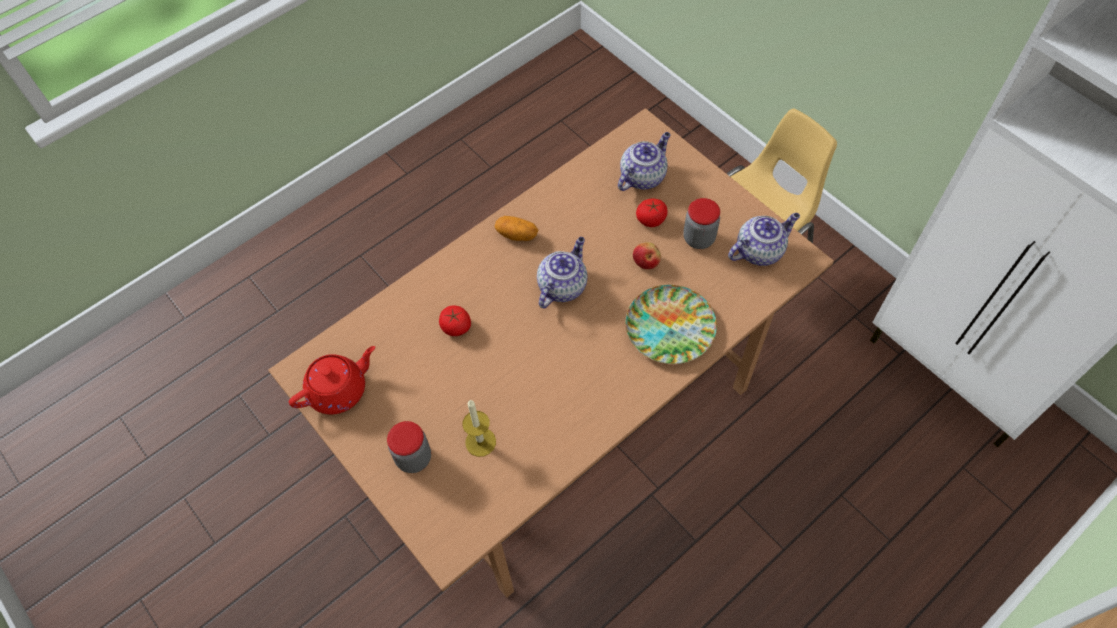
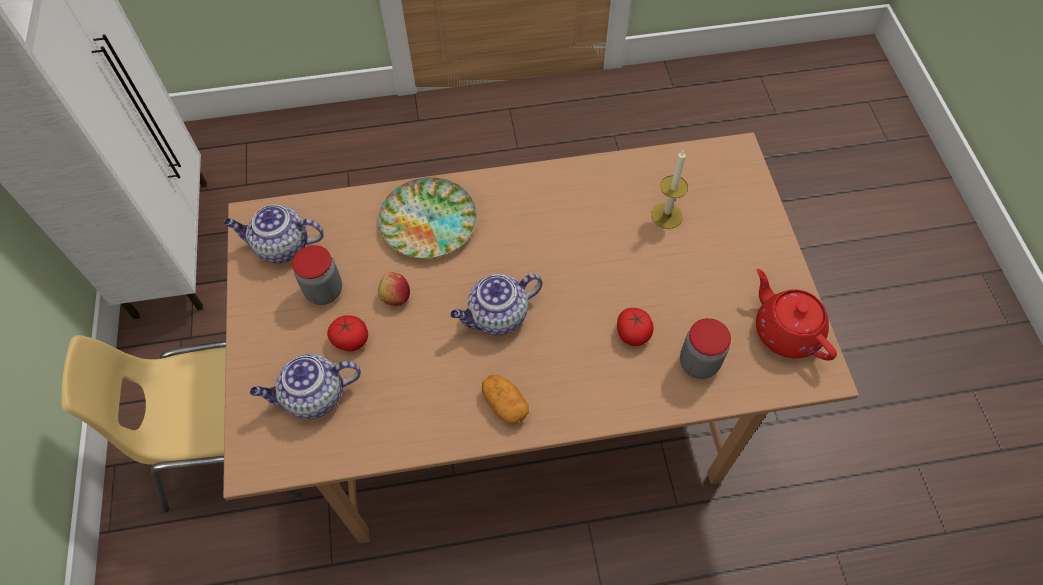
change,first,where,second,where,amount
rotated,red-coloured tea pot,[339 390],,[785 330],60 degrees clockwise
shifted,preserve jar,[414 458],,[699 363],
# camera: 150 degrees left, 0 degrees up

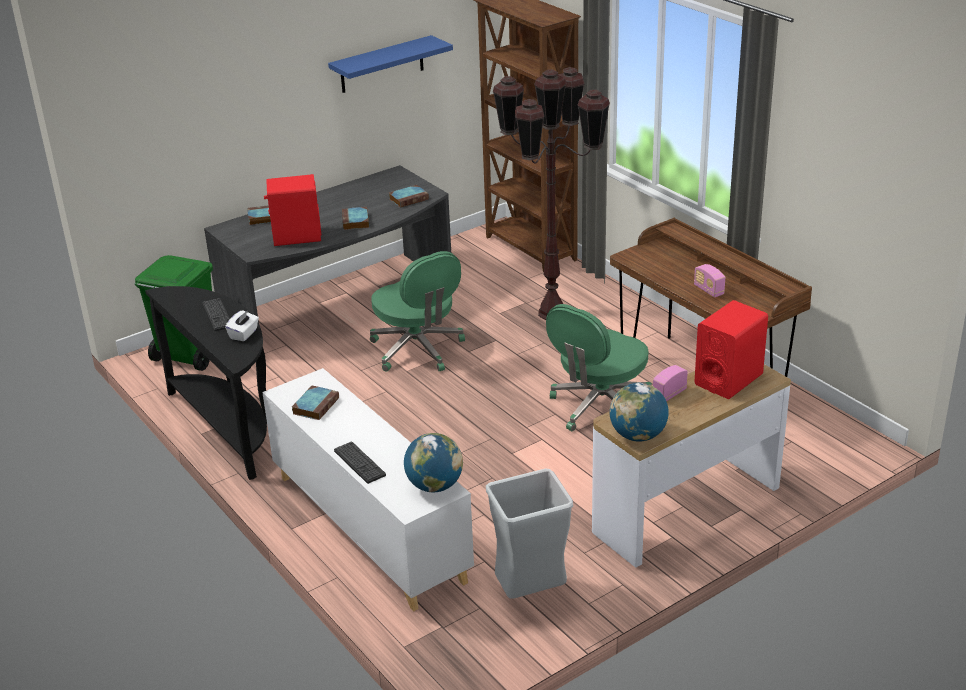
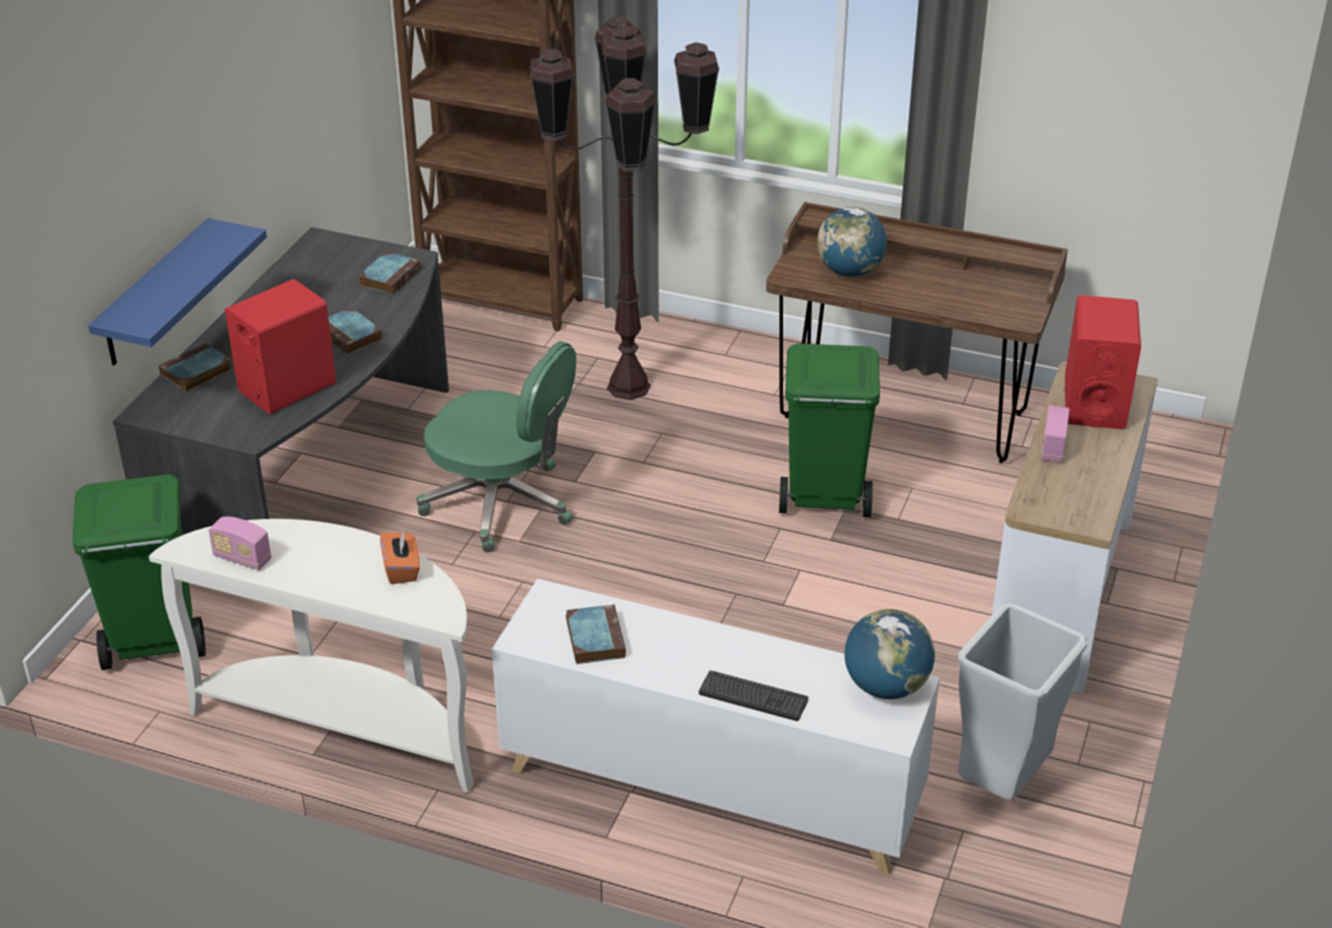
change,first,where,second,where,amount
repainted,black-coloured hall table,[230 426],whitish hall table,[346 724],
gone,PC keyboard,[217 315],,,
repainted,whitish box of tissues,[244 334],orange-coloured box of tissues,[402 569],
shifted,blue wall shelf,[382 64],,[155 294],
swapped,greenish desk chair,[599 406],greenish rubbish bin,[823 497],
shifted,desk globe,[638 436],,[850 271],
shifted,radio receiver,[708 290],,[242 558],
# camera: 35 degrees left, 5 degrees up

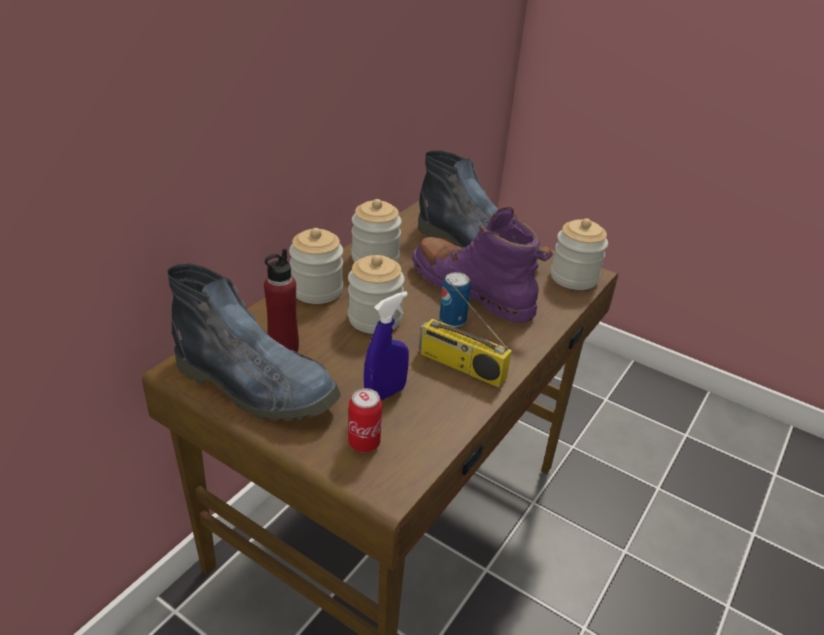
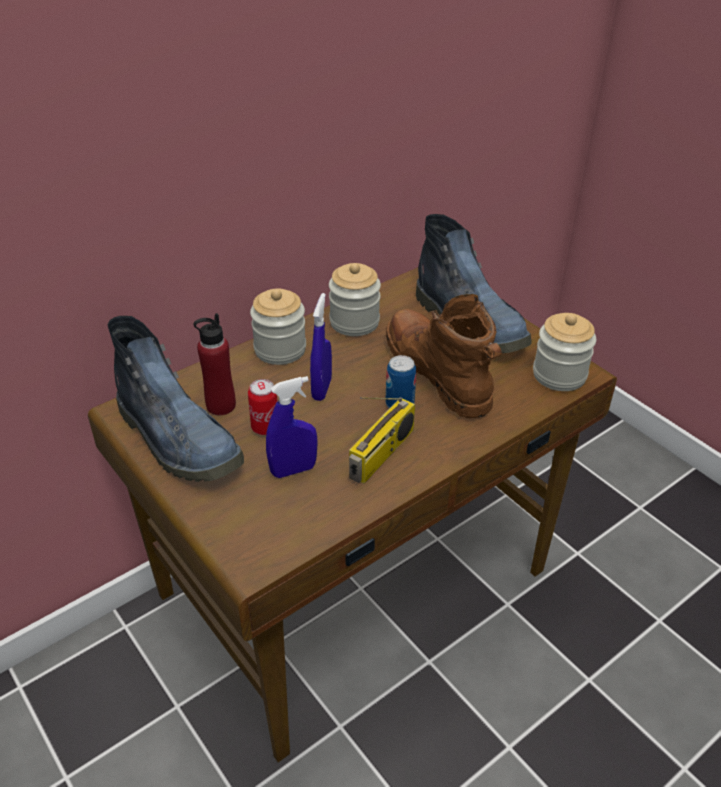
change,first,where,second,where,amount
swapped,preserve jar,[374 319],blue sprayer,[321 389],
shifted,metal can,[364 443],,[265 427],
repainted,purple-coloured boot,[472 290],brownish boot,[438 373],
rotated,radio receiver,[460 366],,[382 454],105 degrees counterclockwise
# camera: 20 degrees right, 5 degrees up

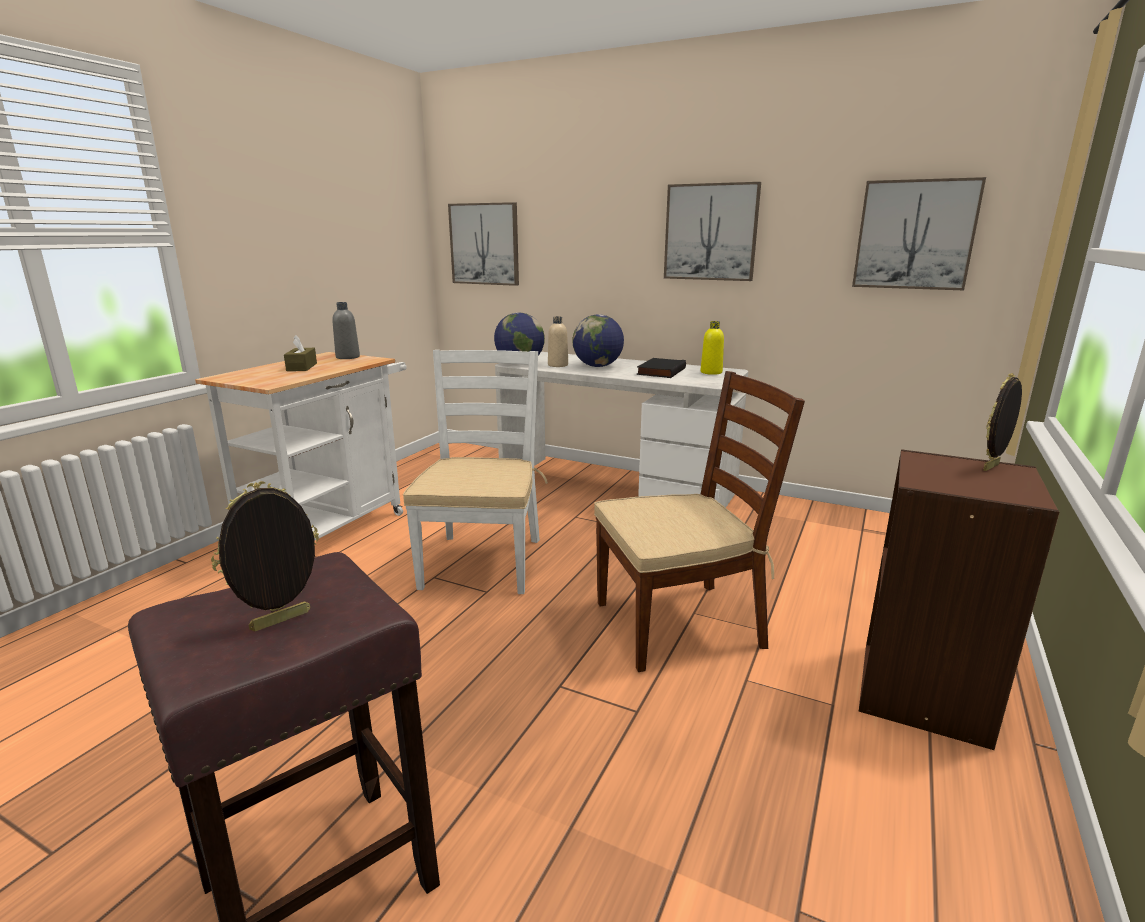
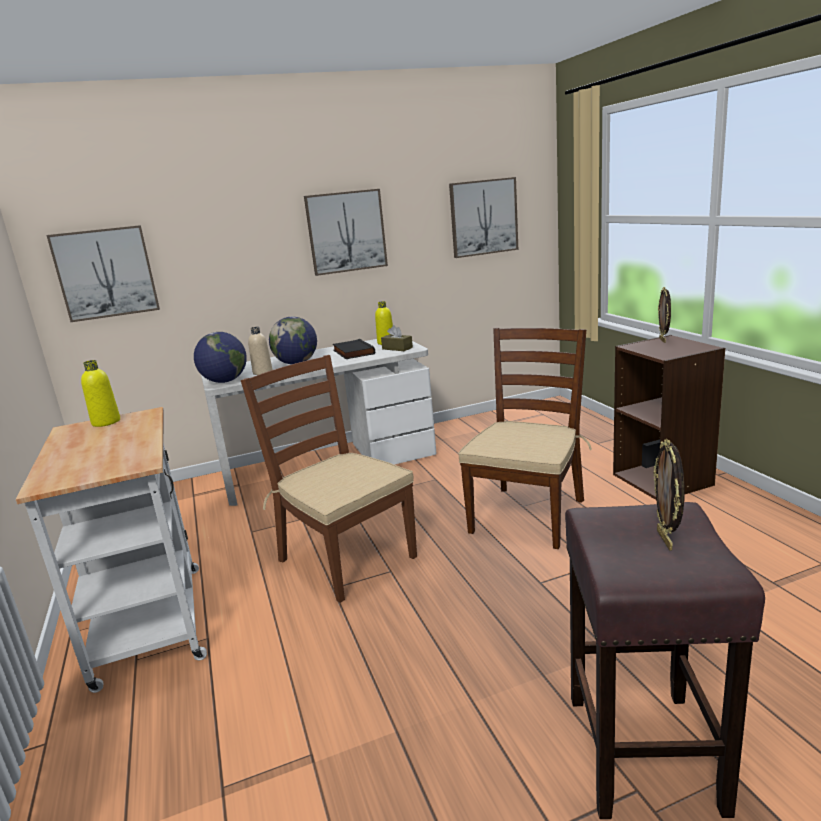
change,first,where,second,where,amount
shifted,brownish box of tissues,[302 367],,[397 348],
repainted,grey bottle,[348 357],yellow bottle,[106 422],
repainted,whitish chair,[482 562],brownish chair,[345 558],
# camera: 45 degrees left, 0 degrees up

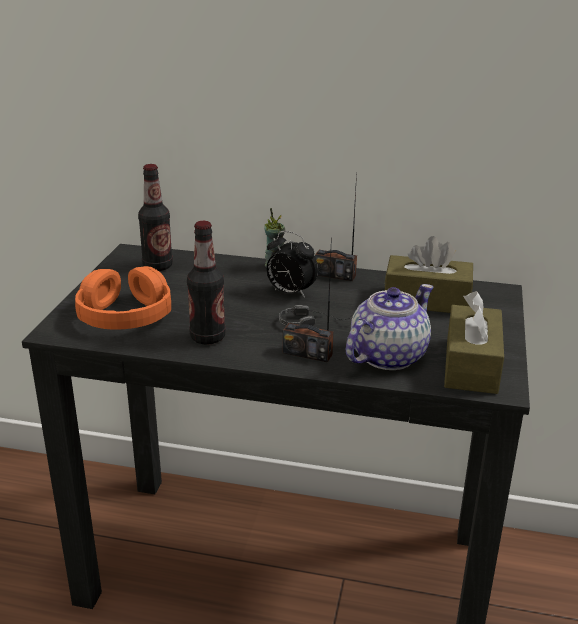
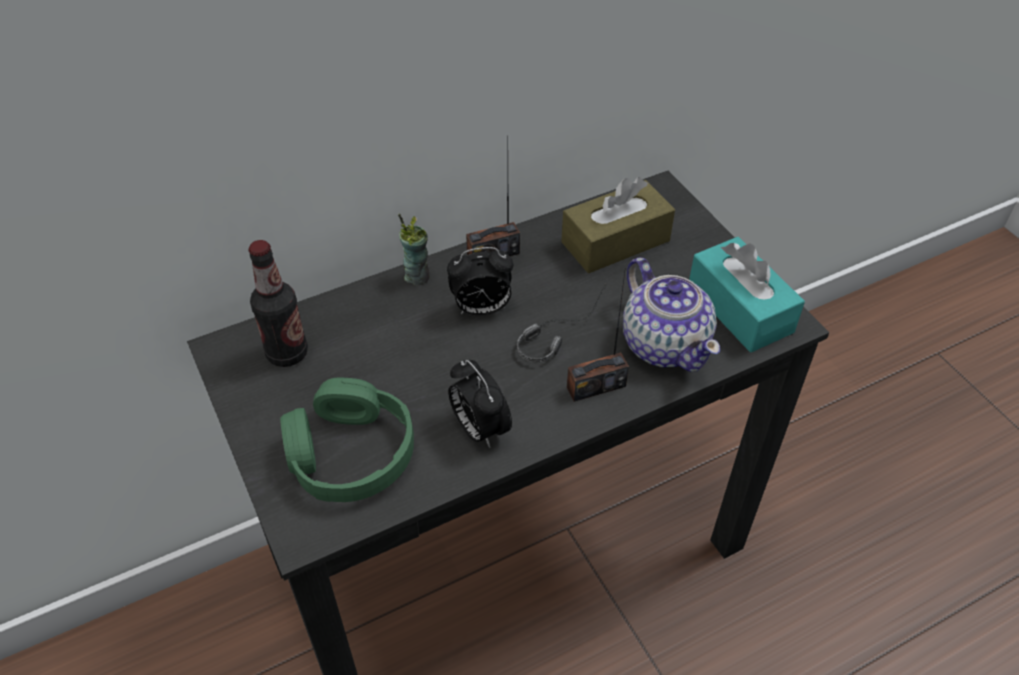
change,first,where,second,where,amount
repainted,orange-coloured headset,[125 314],greenish headset,[350 454],
swapped,bottle,[207 337],table clock,[479 429],
rotated,tea pot,[386 356],,[665 343],150 degrees clockwise
repainted,brownish box of tissues,[471 365],turquoise-coloured box of tissues,[739 309],
# camera: 40 degrees left, 20 degrees up

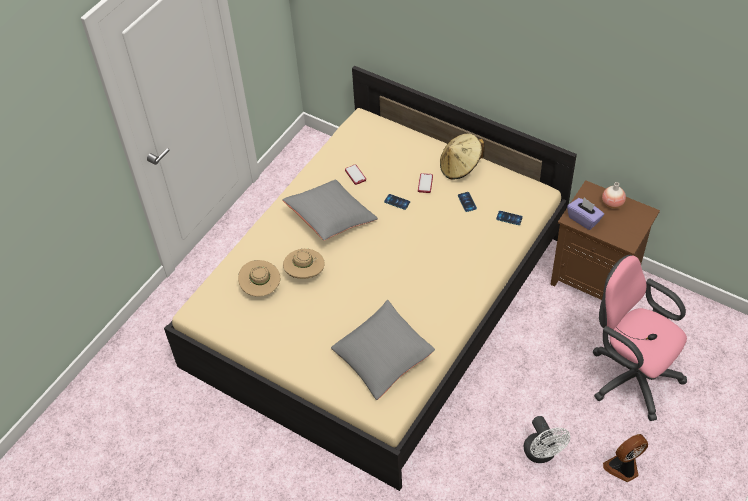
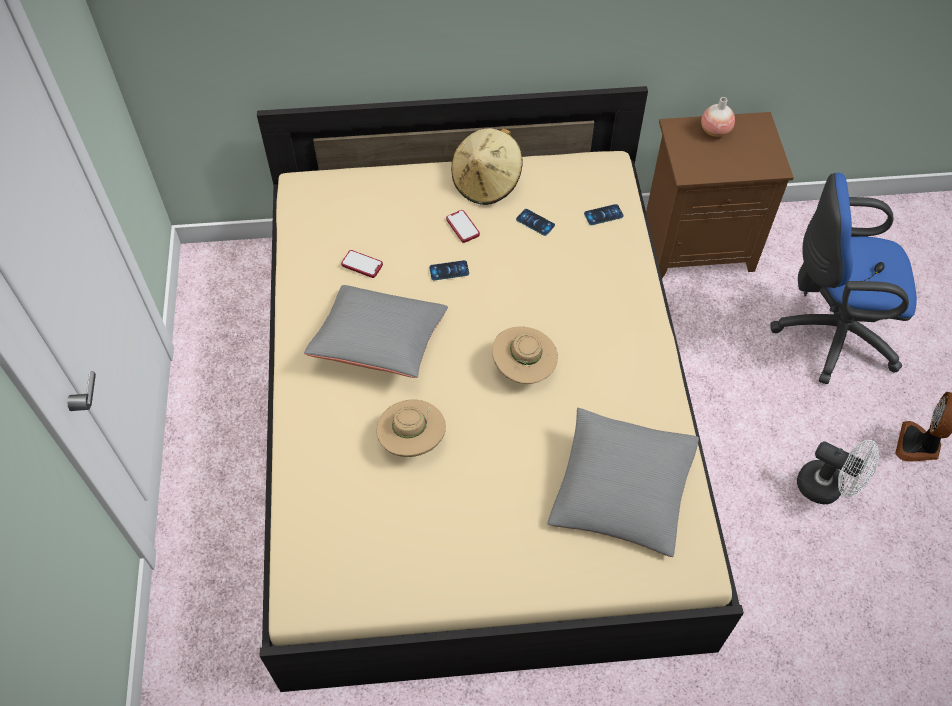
change,first,where,second,where,amount
shifted,beige-coloured hat,[261 288],,[524 368],
gone,purple-coloured box of tissues,[584 219],,,
repainted,pinkish desk chair,[629 375],blue desk chair,[828 333],
# camera: 40 degrees left, 5 degrees up

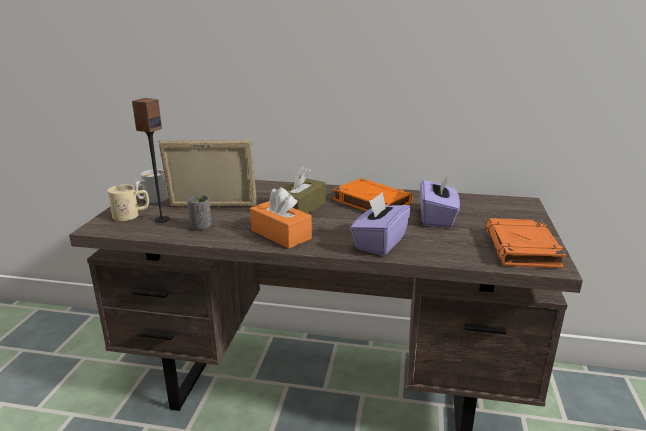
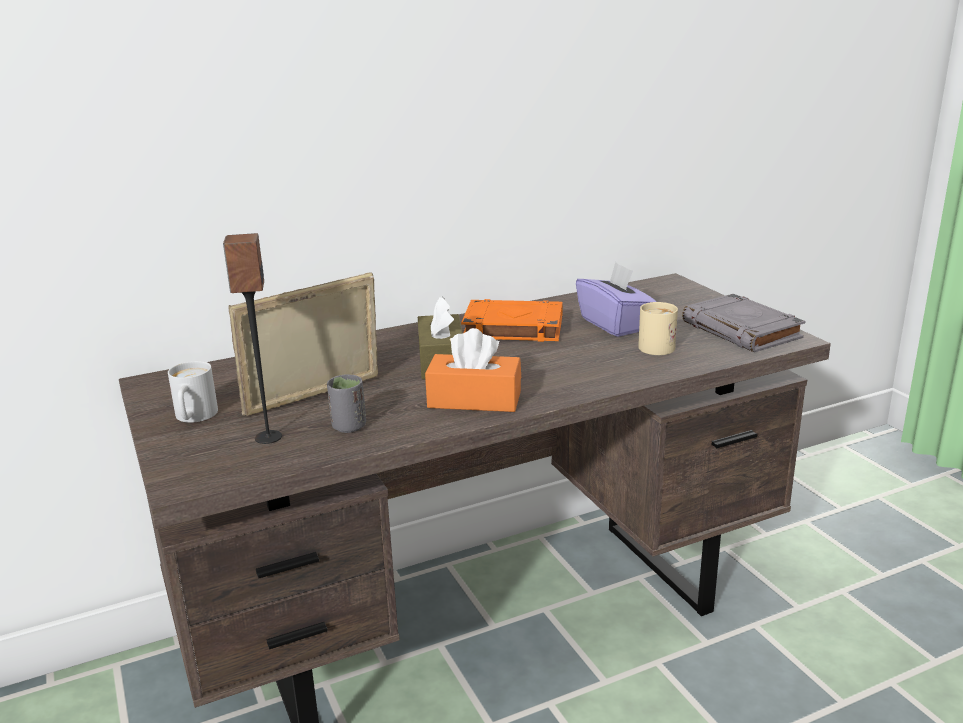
change,first,where,second,where,amount
shifted,beige-coloured coffee mug,[132 215],,[660 345],
gone,purple-coloured box of tissues,[379 243],,,
repainted,orange-coloured book,[522 249],grey book,[742 331],
# camera: 35 degrees left, 0 degrees up

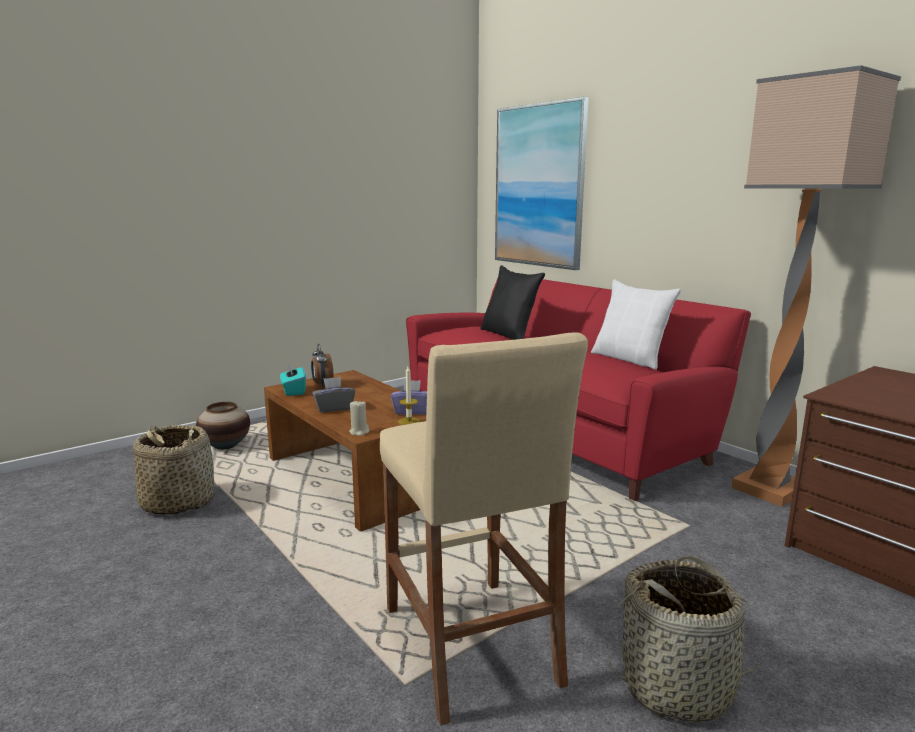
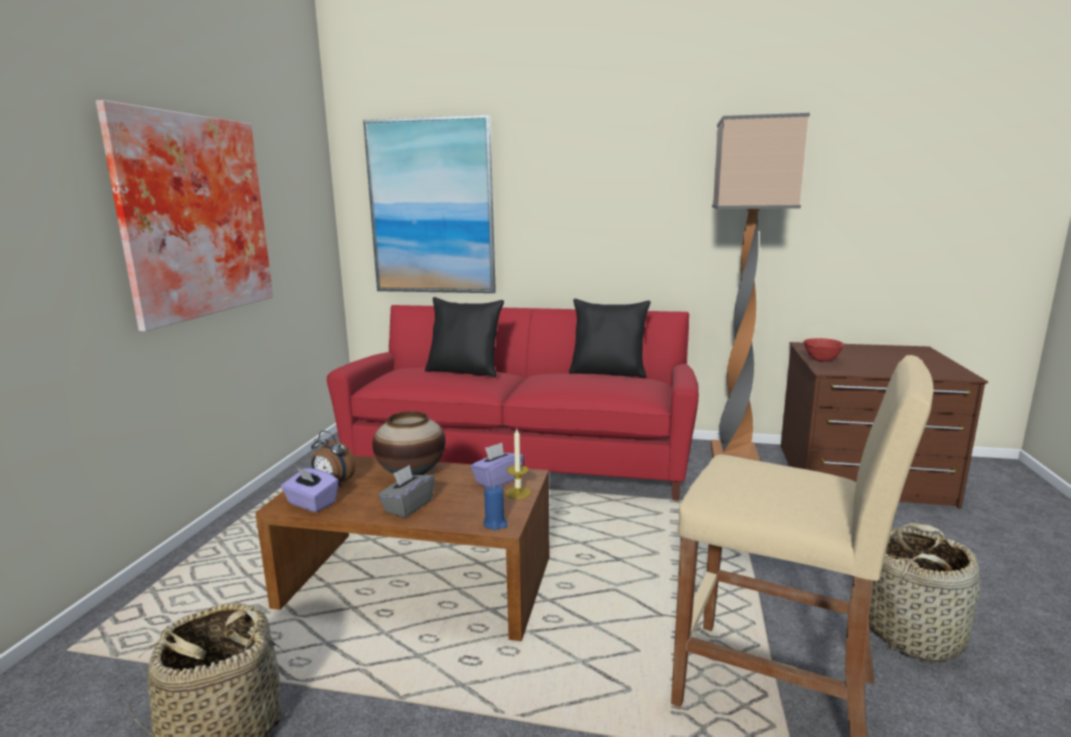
change,first,where,second,where,amount
shifted,vase,[226 446],,[411 474],
repainted,turquoise-coloured box of tissues,[293 391],purple-coloured box of tissues,[311 503],
repainted,beige-coloured wax light,[359 432],blue wax light,[495 524],
repainted,whitish cushion,[630 359],black-coloured cushion,[608 372],
new,,,picture,[191 217],
new,,,red-coloured deep dish,[821 360],
# camera: 40 degrees left, 0 degrees up

